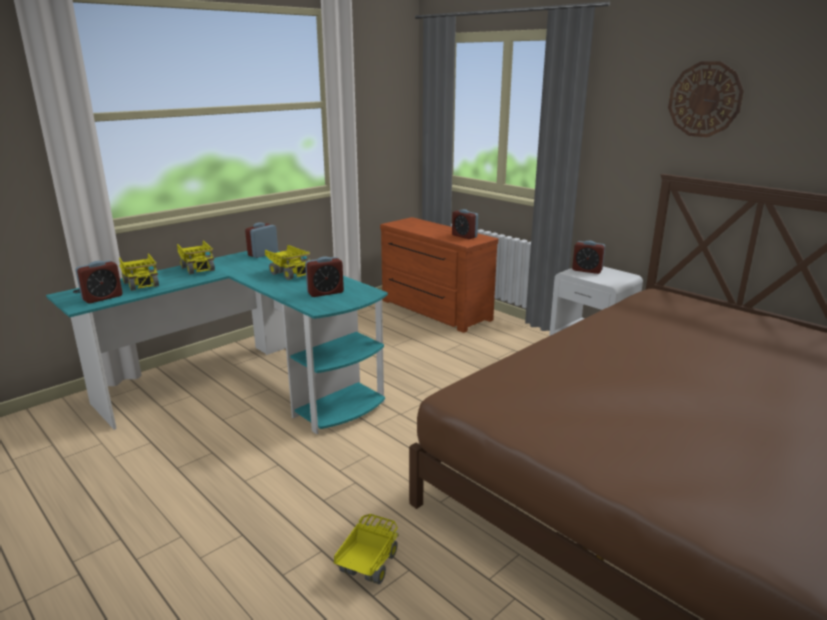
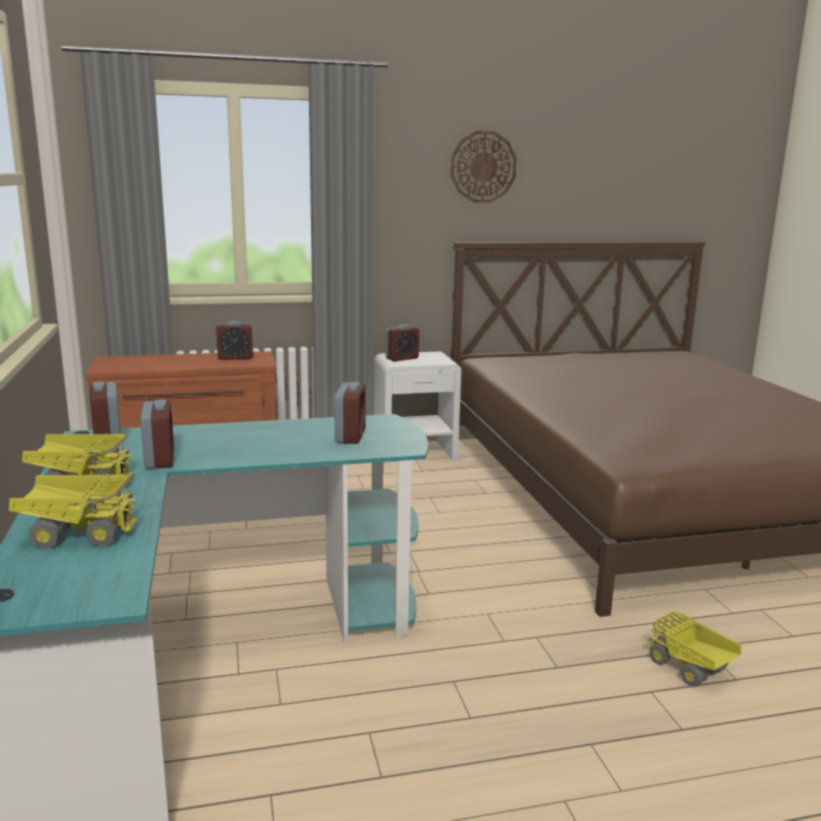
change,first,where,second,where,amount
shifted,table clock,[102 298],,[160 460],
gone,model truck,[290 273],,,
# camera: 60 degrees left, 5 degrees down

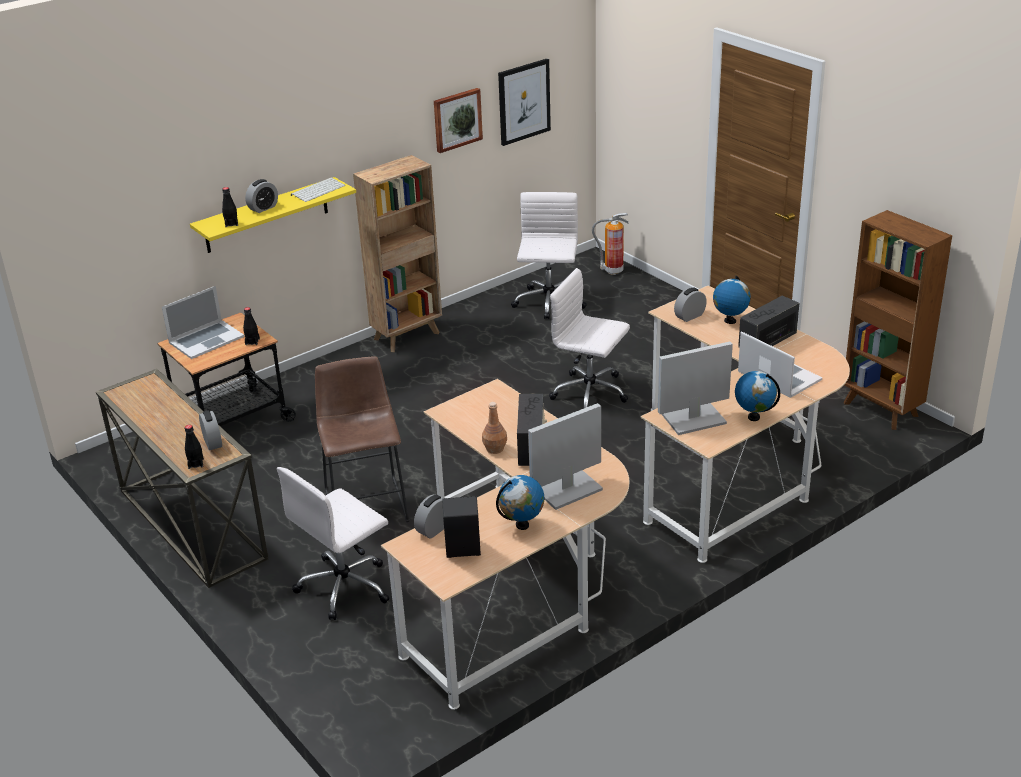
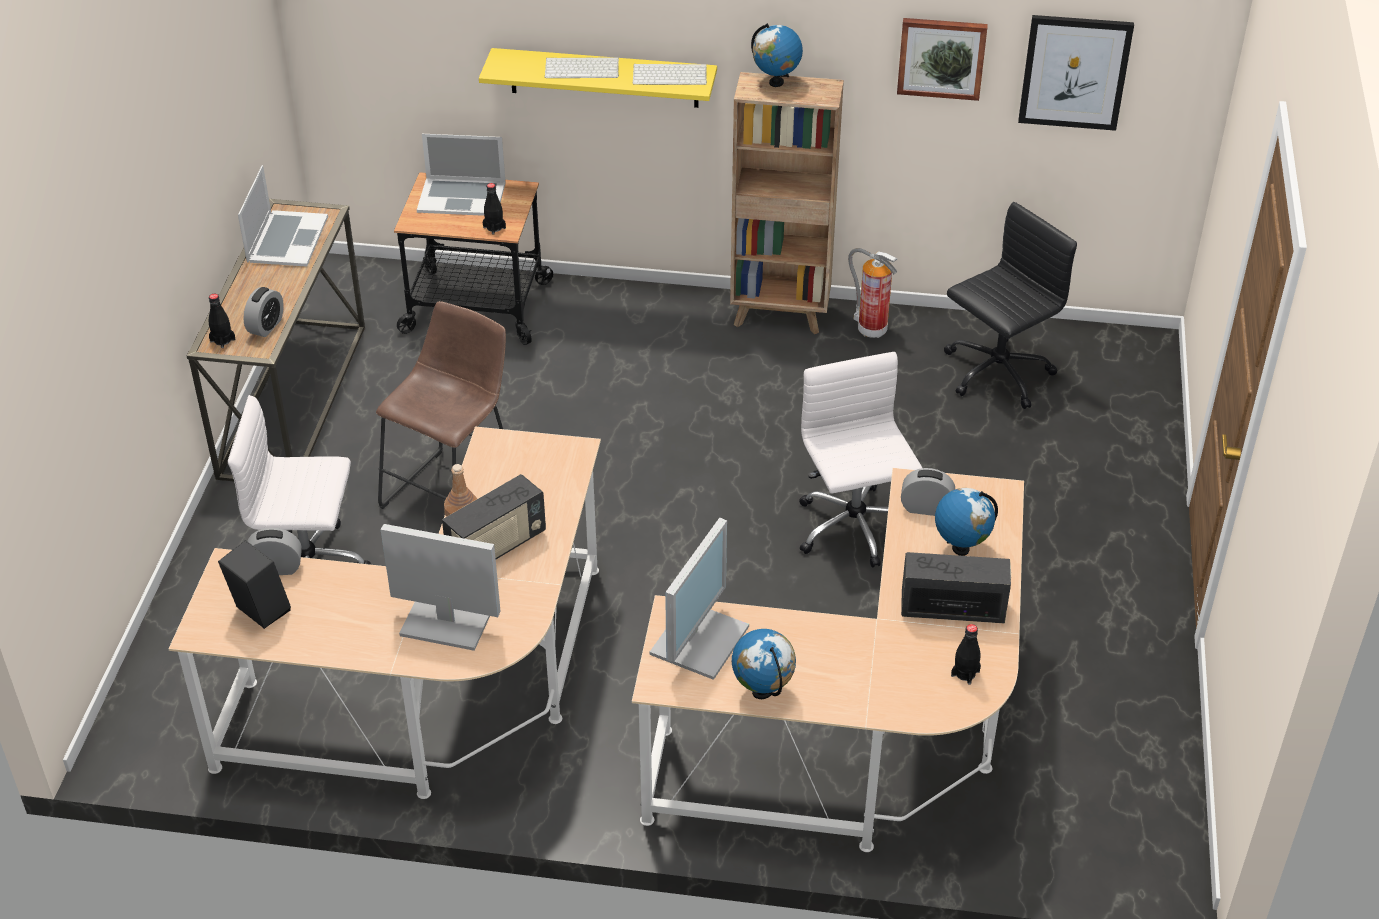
change,first,where,second,where,amount
shifted,black-coloured bottle,[231 224],,[965 673],
swapped,table clock,[263 208],PC keyboard,[583 68],
shifted,desk globe,[522 525],,[776 82],
repainted,whitish desk chair,[548 303],black-coloured desk chair,[996 374],
shifted,fire extinguisher,[612 271],,[870 330],
rotated,computer display,[691 417],,[699 638],90 degrees clockwise
shifted,portable computer,[778 376],,[286 239],
gone,brownish shelving unit,[881 410],,,
# camera: 45 degrees right, 10 degrees up

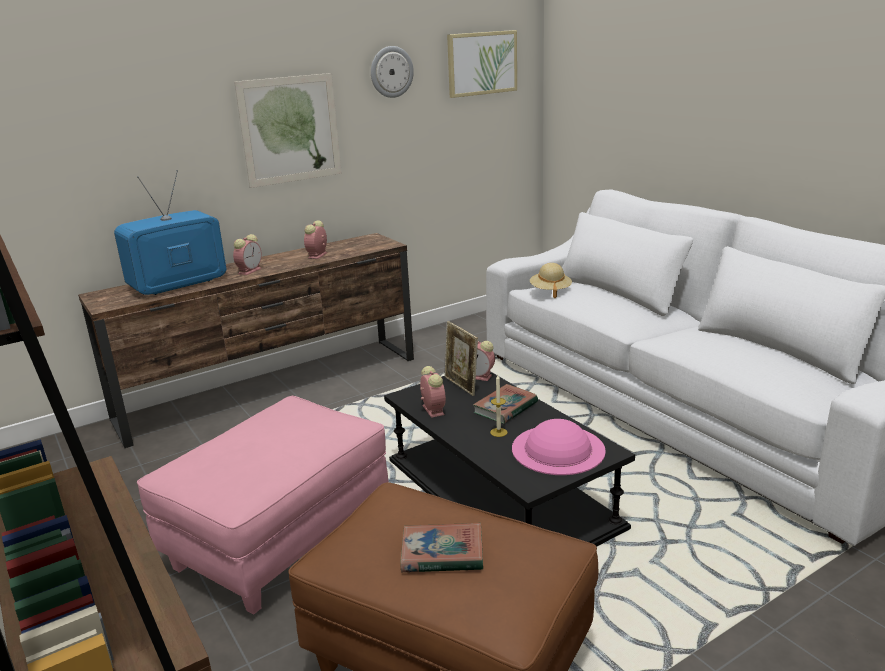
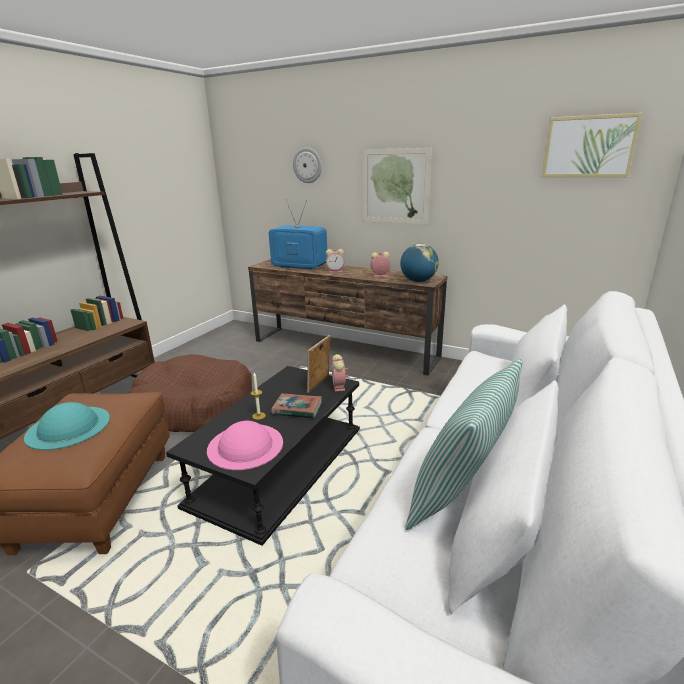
change,first,where,second,where,amount
swapped,pinkish footrest,[280 540],brownish dog bed,[195 407],
shifted,hanging clock,[391 72],,[307 165],
swapped,book,[442 553],turquoise-coloured hat,[68 427],
gone,table clock,[432 409],,,
gone,beige-coloured hat,[550 291],,,
new,,,desk globe,[418 281],
new,,,cushion,[460 495],
# camera: 60 degrees right, 0 degrees up

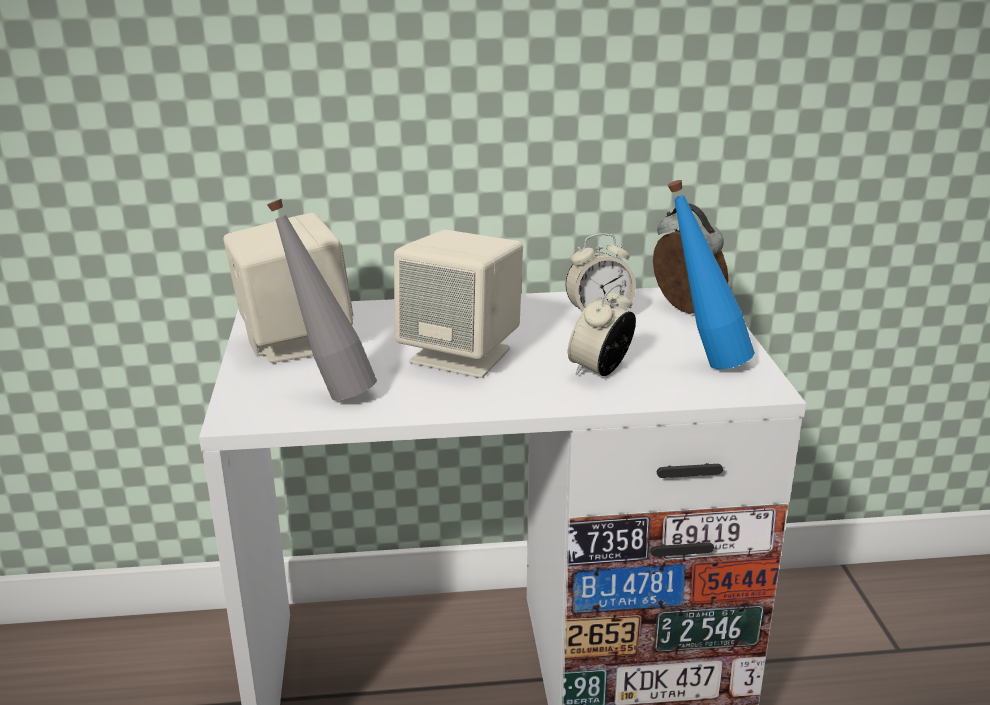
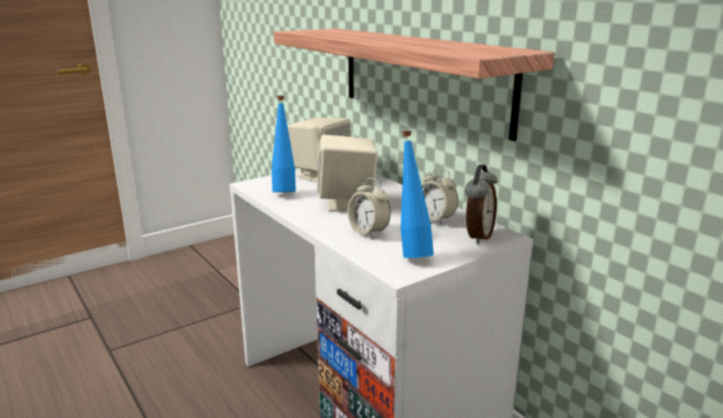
change,first,where,second,where,amount
repainted,grey bottle,[330 391],blue bottle,[284 191],
rotated,table clock,[600 370],,[368 232],135 degrees counterclockwise
new,,,wall shelf,[421 77],
# camera: 60 degrees right, 5 degrees down

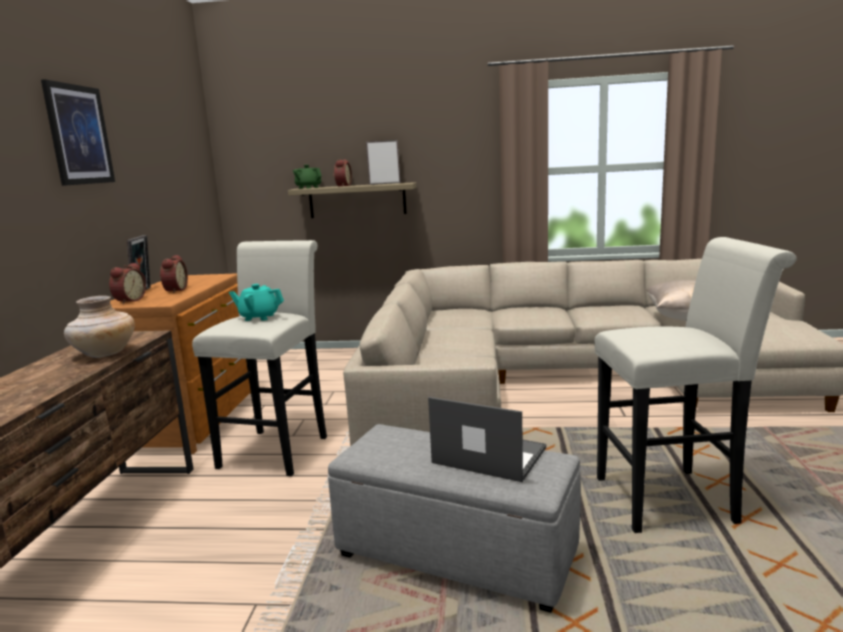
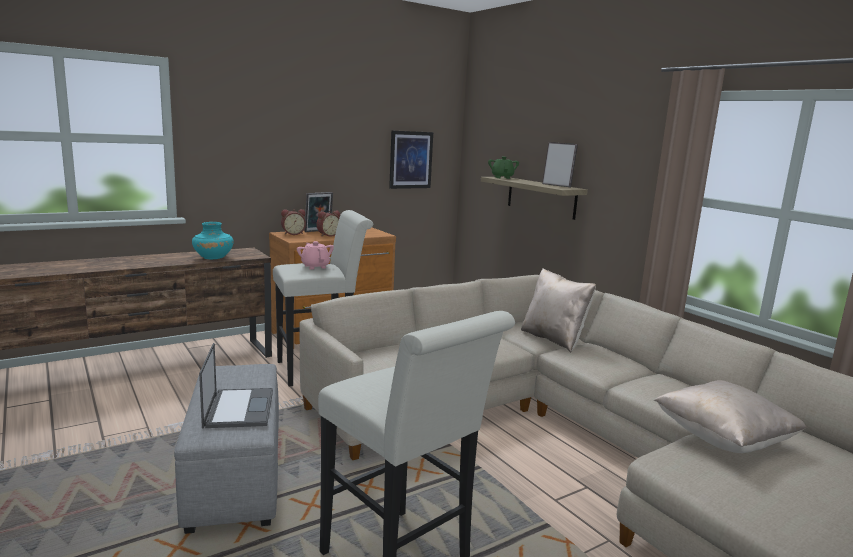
change,first,where,second,where,amount
shifted,picture,[79 135],,[410 160],
repainted,beige-coloured vase,[104 354],turquoise-coloured vase,[213 258],
repainted,turquoise-coloured tea pot,[259 317],pinkish tea pot,[315 266],
gone,table clock,[342 186],,,
new,,,beige-coloured cushion,[554 339],
# camera: 50 degrees right, 0 degrees up

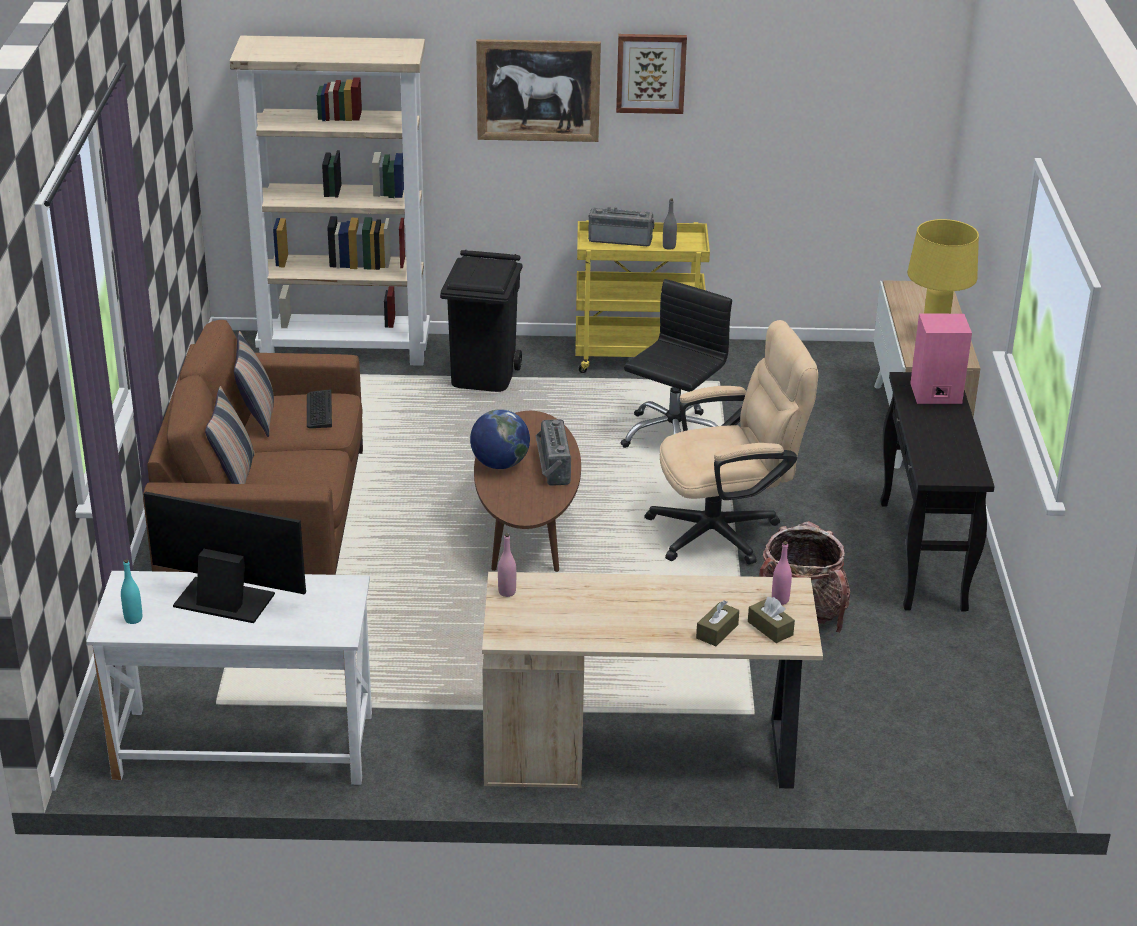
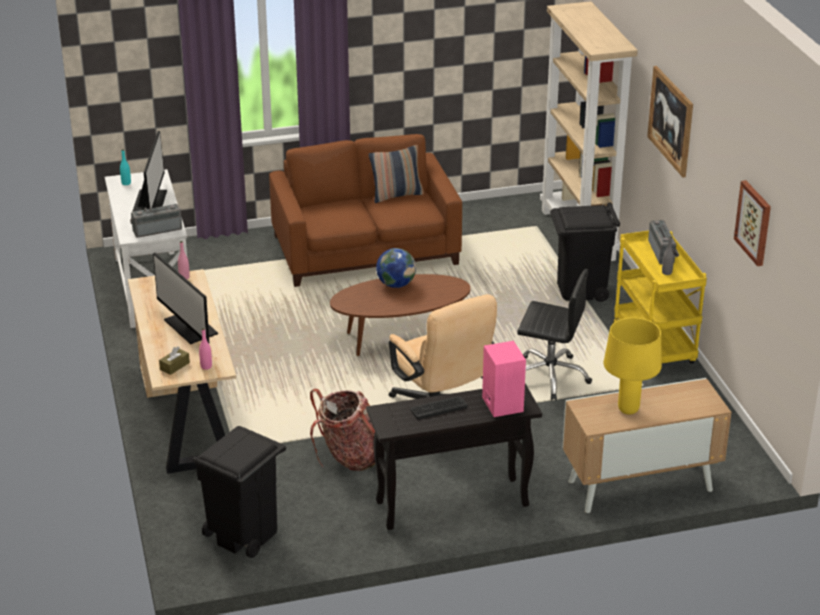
change,first,where,second,where,amount
gone,cushion,[234 476],,,
shifted,PC keyboard,[319 410],,[438 408],
shifted,radio receiver,[551 467],,[157 229],
shifted,picture,[651 73],,[754 222],
gone,brownish box of tissues,[717 631],,,
new,,,computer display,[189 327],
new,,,black-coloured rubbish bin,[243 534],
# camera: 75 degrees right, 0 degrees up

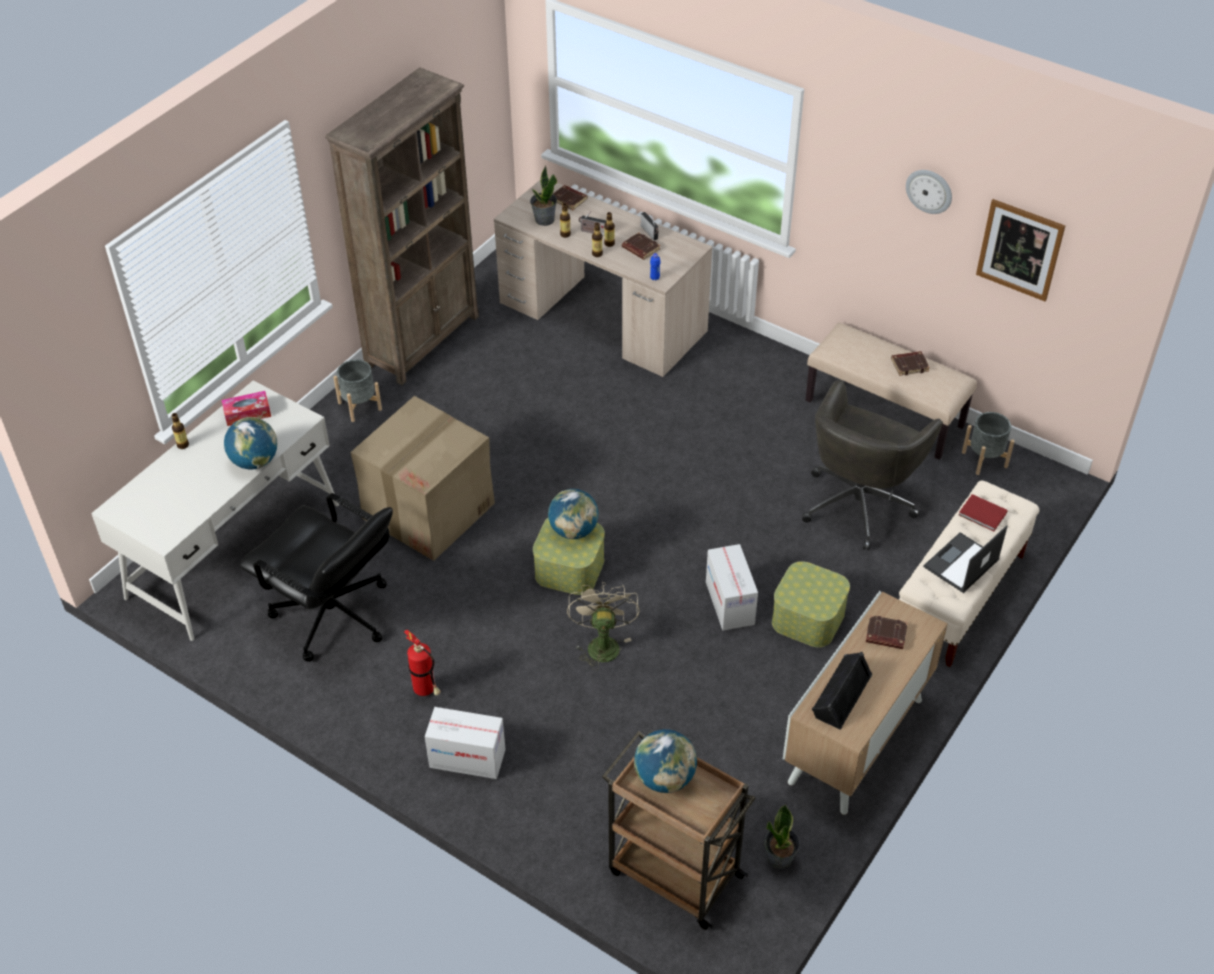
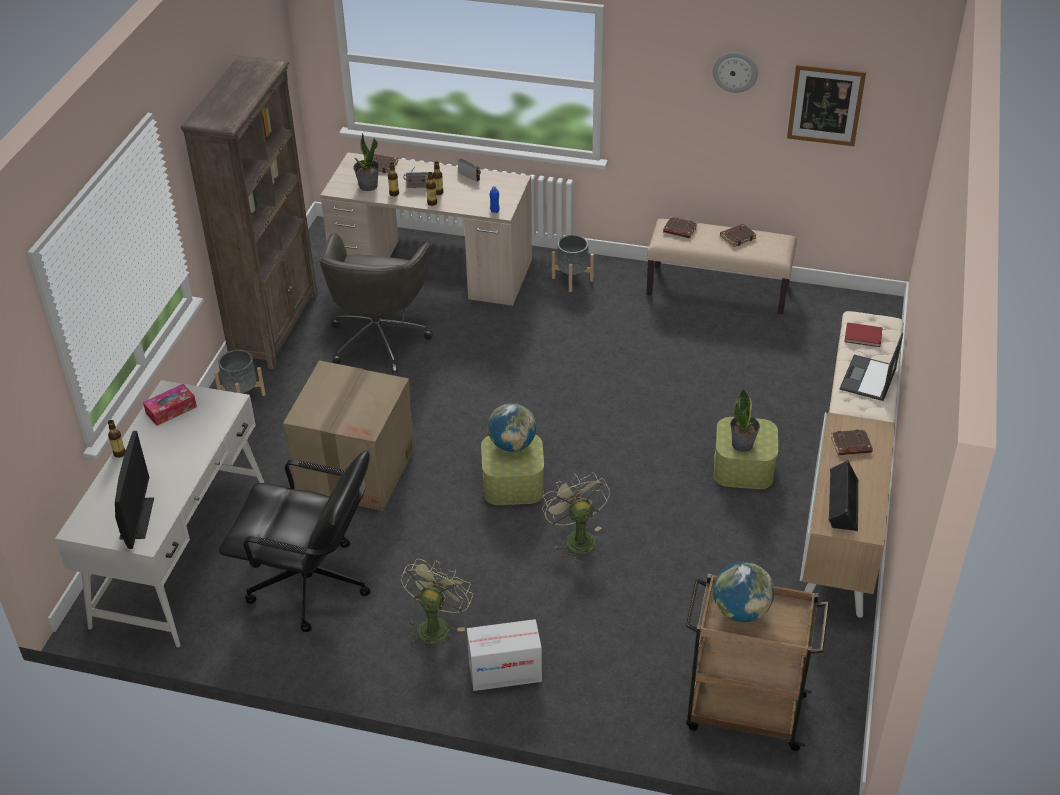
change,first,where,second,where,amount
gone,desk globe,[255 461],,,
swapped,fire extinguisher,[426 691],greenish fan,[435 625],
shifted,brownish book,[640 249],,[679 230],
gone,packing box,[730 603],,,
shifted,plant in a pot,[780 858],,[742 444],
shifted,grey desk chair,[859 502],,[379 339],
shifted,grey plant pot,[984 459],,[572 279],
new,,,computer display,[137 518],
# camera: 20 degrees left, 5 degrees down

